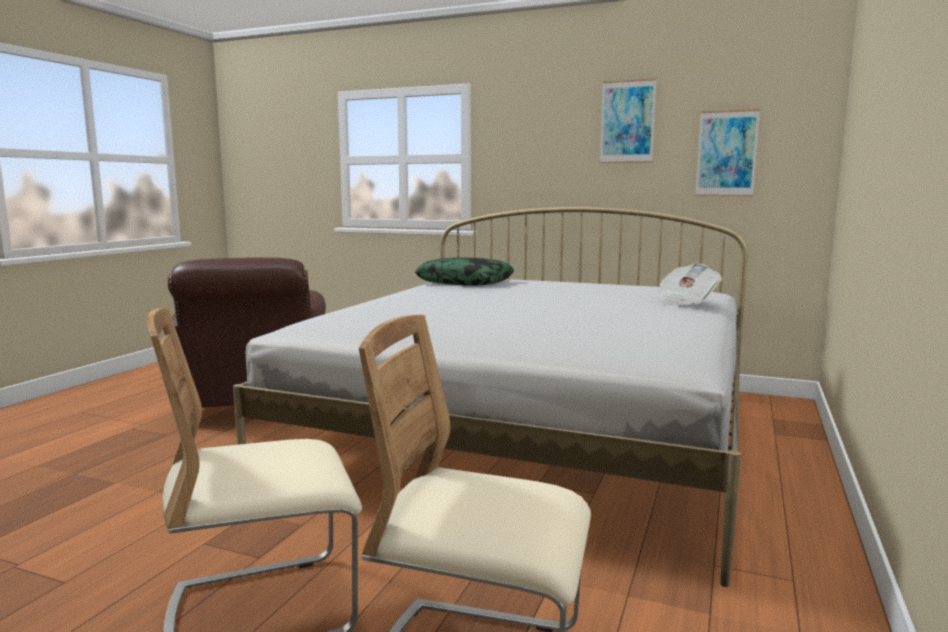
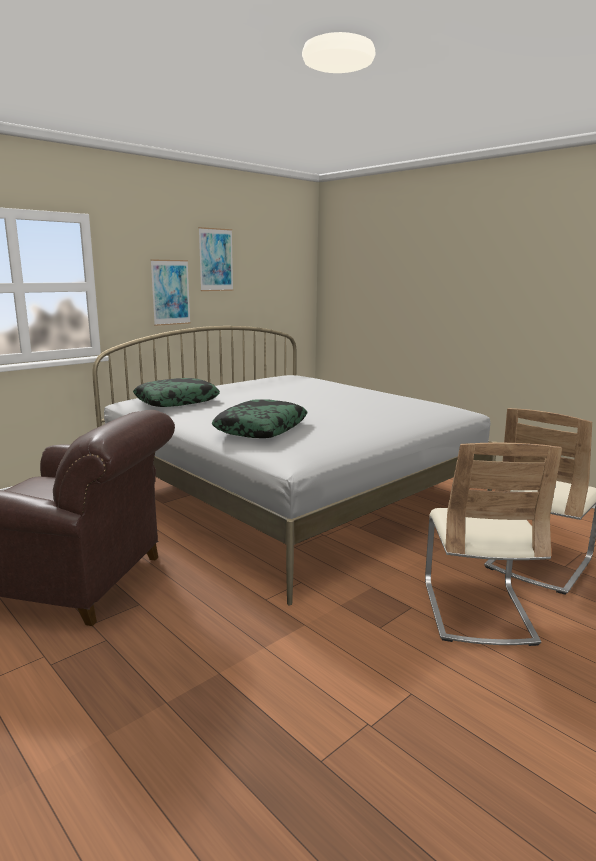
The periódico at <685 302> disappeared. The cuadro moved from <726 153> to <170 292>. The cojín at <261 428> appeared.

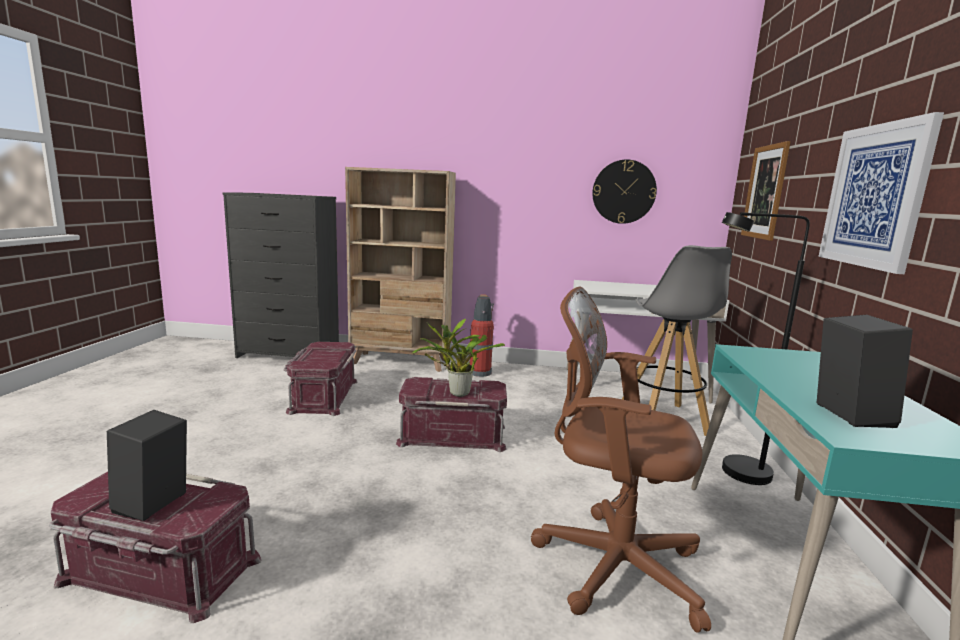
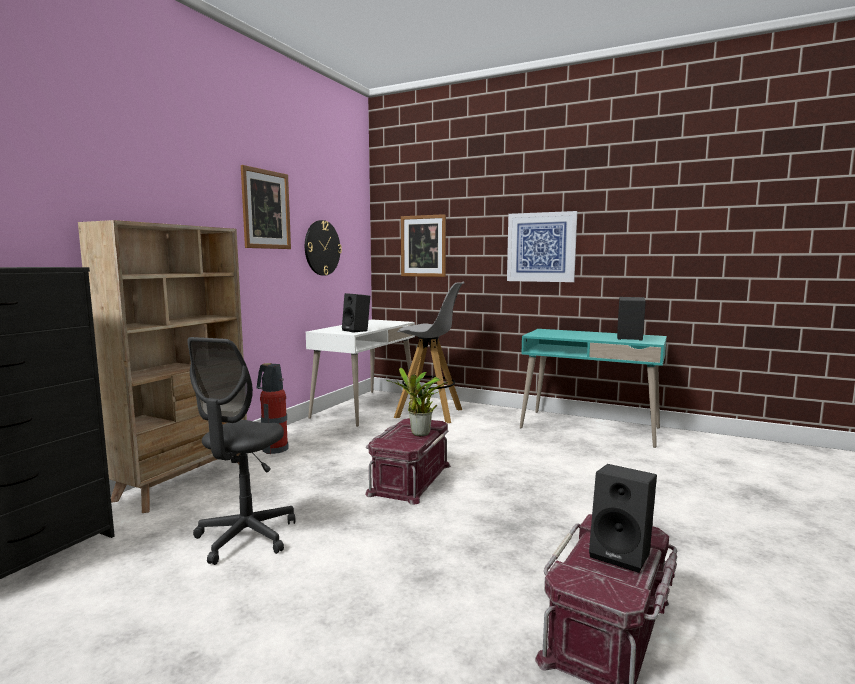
The caja de almacenaje (rojo) at <323 396> was replaced by the silla de oficina (gris) at <246 537>. The silla de oficina (marrón) at <610 564> disappeared. The lámpara de pie (negro) at <733 473> disappeared. The cuadro at <266 209> appeared. The altavoz (negro) at <357 330> appeared.

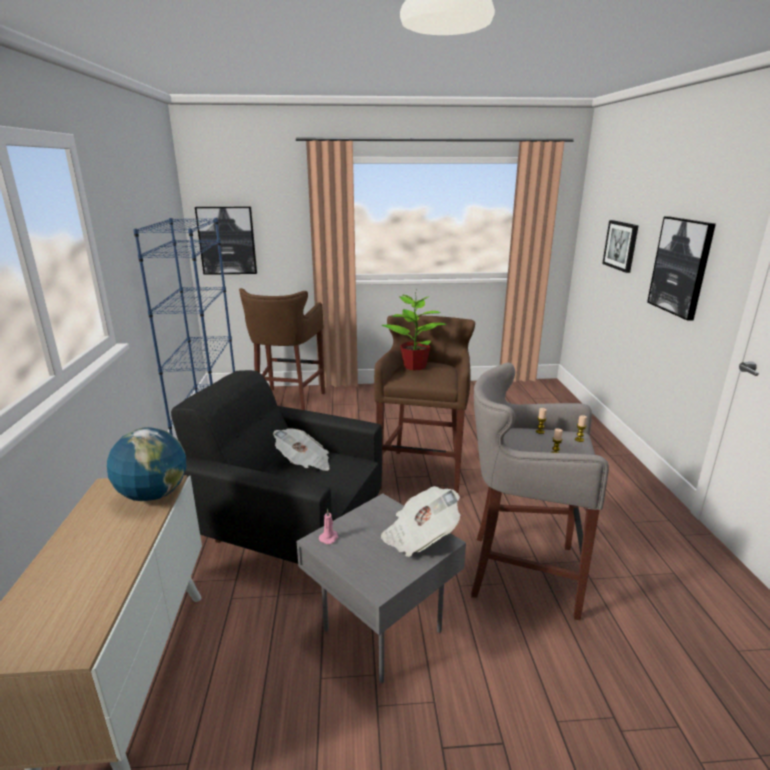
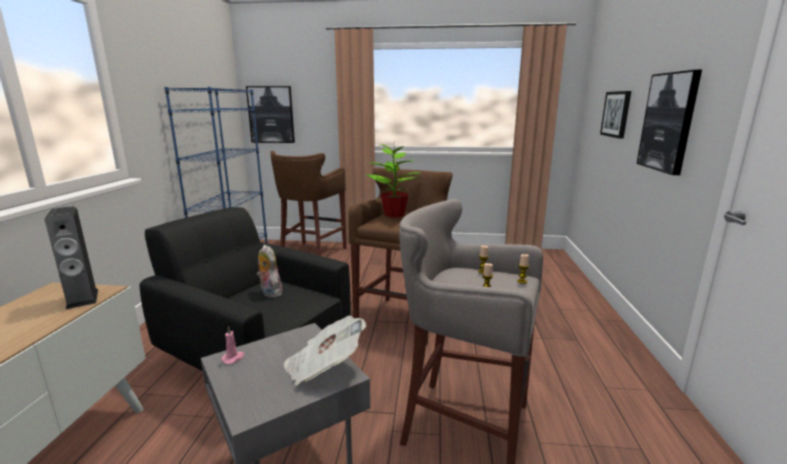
The globo terráqueo at <153 494> was replaced by the altavoz at <82 299>. The periódico at <304 463> was replaced by the peluche at <269 293>.

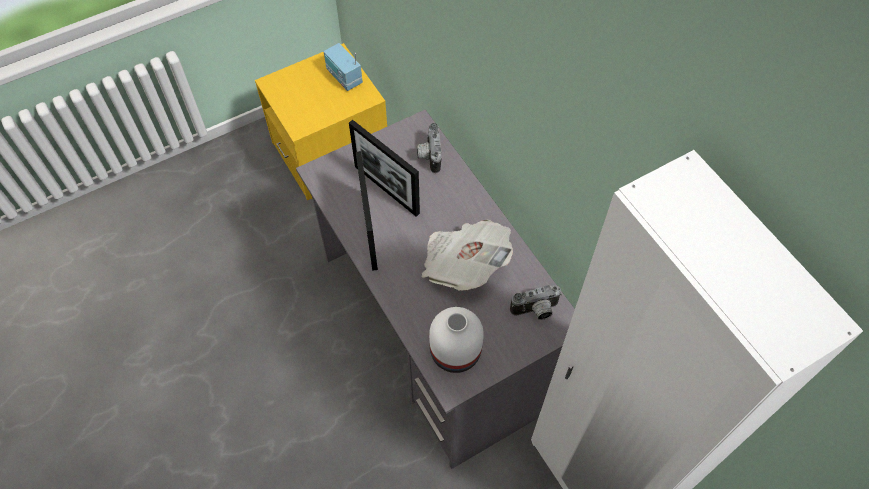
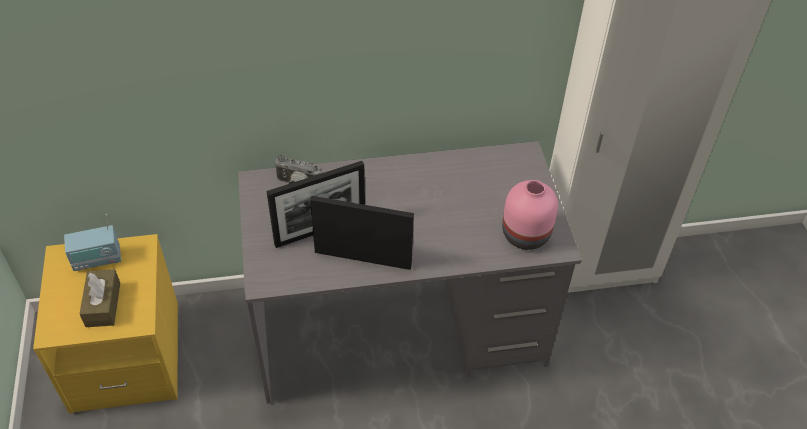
The periódico at <463 264> disappeared. The florero (blanco) at <456 352> became the florero (rosa) at <526 233>. The cámara at <536 311> disappeared. The caja de pañuelos (marrón) at <103 304> appeared.

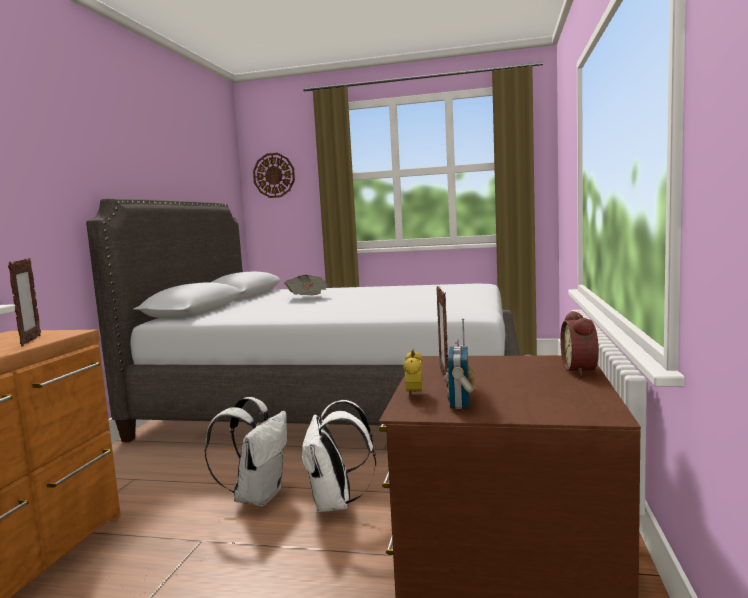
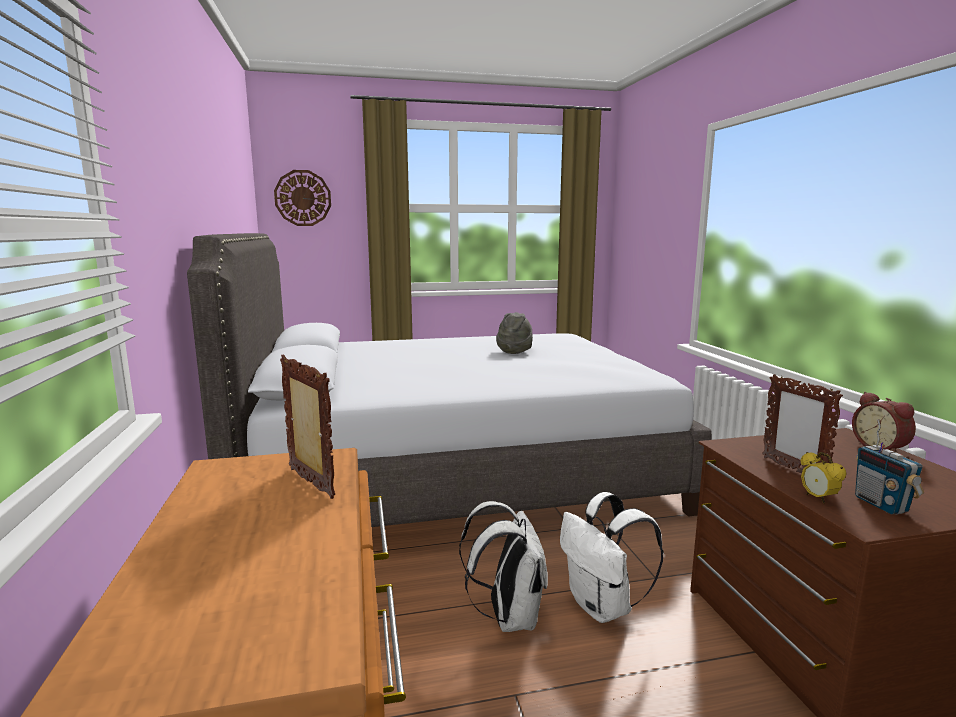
The periódico at <308 298> disappeared. The sombrero (gris) at <515 351> appeared.

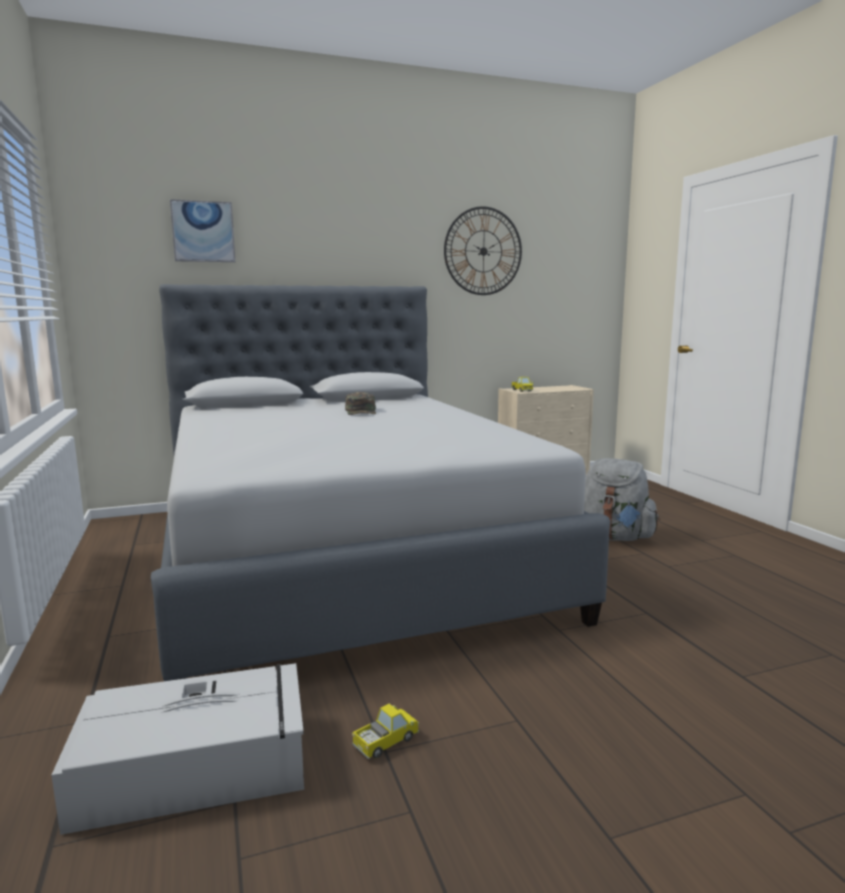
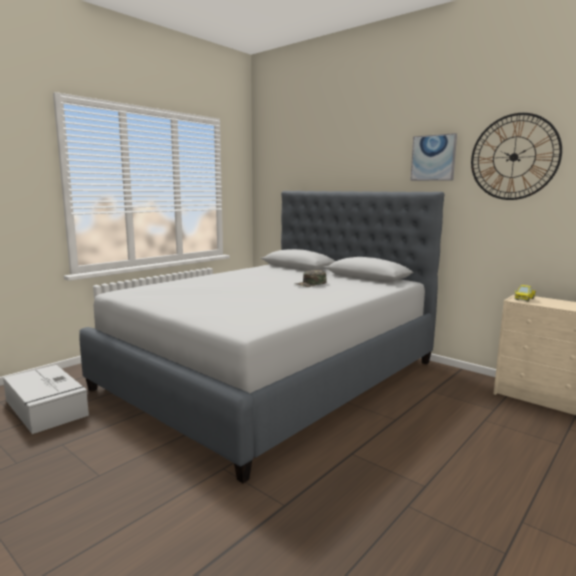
The cuadro moved from <203 231> to <433 158>. The camión de juguete at <386 742> disappeared. The mochila (gris) at <613 537> disappeared.

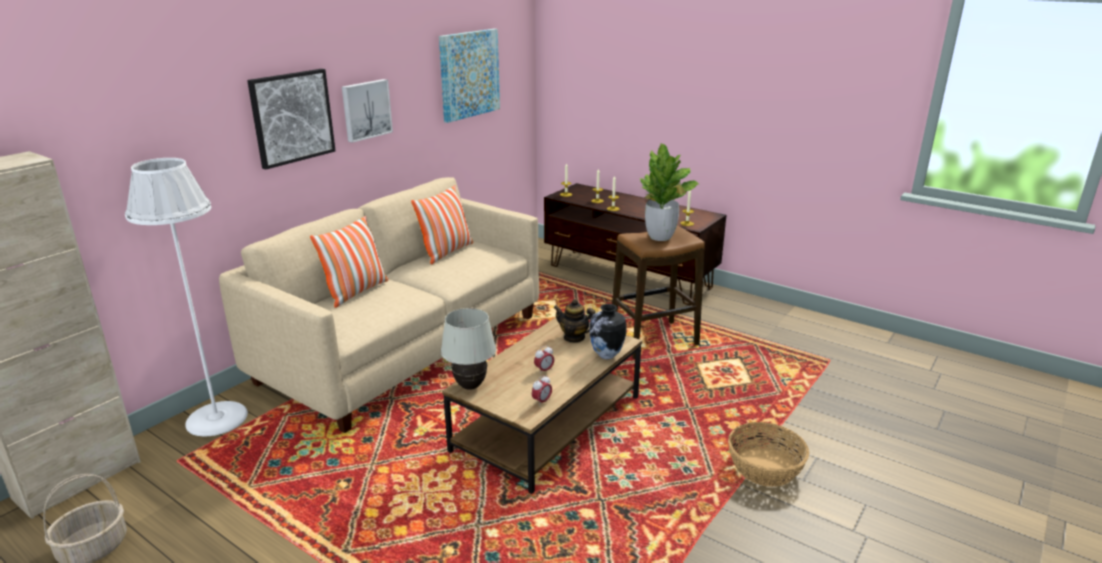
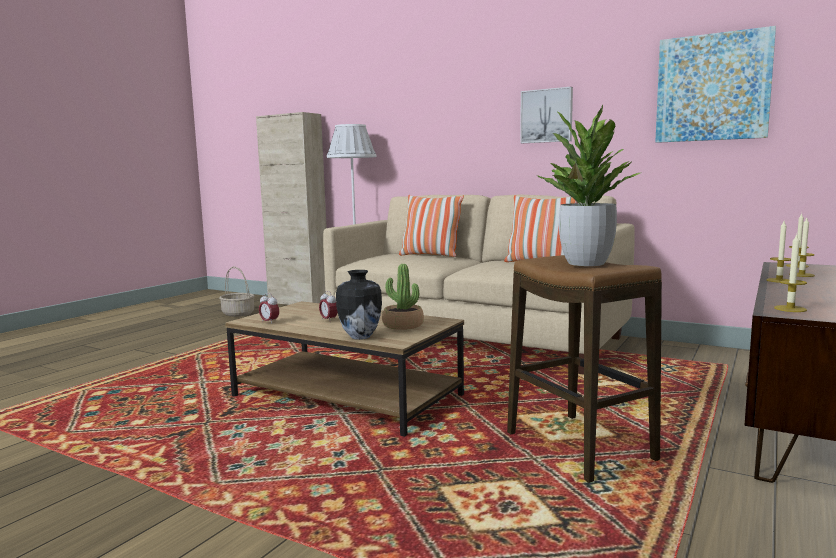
The cuadro at <292 117> disappeared. The lámpara de mesa (blanco) at <470 386> disappeared. The tetera at <574 337> was replaced by the planta en maceta at <403 325>. The cesta at <765 468> disappeared.

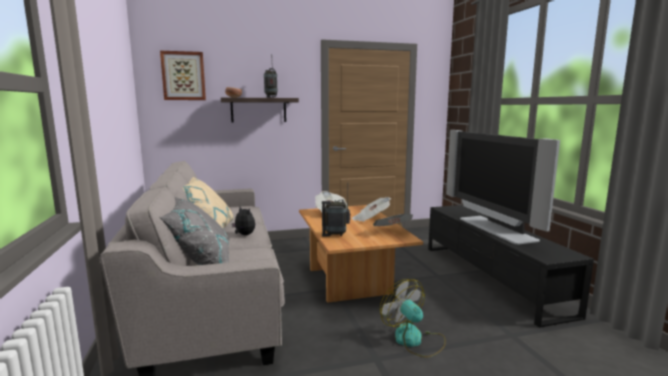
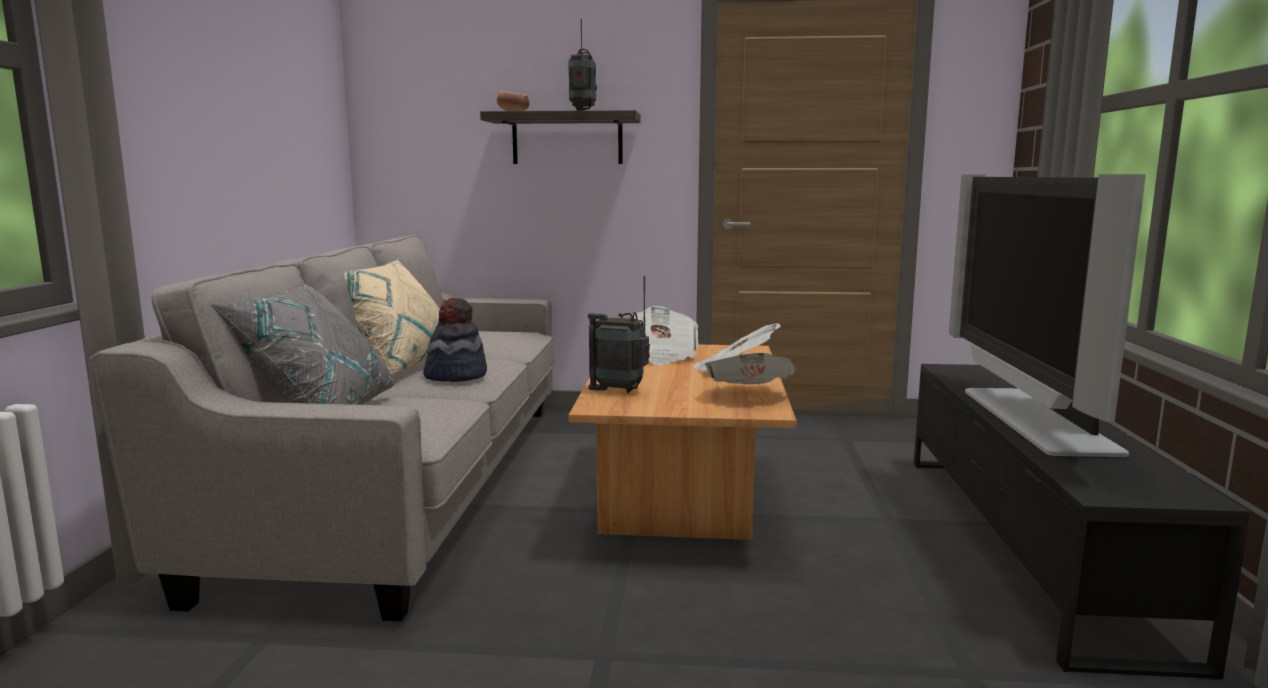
The cuadro at <183 76> disappeared. The peluche at <244 235> was replaced by the sombrero at <456 375>. The ventilador at <414 340> disappeared.

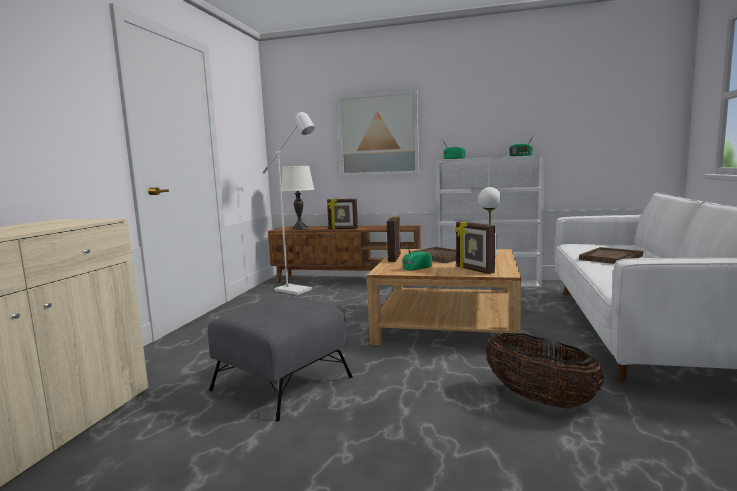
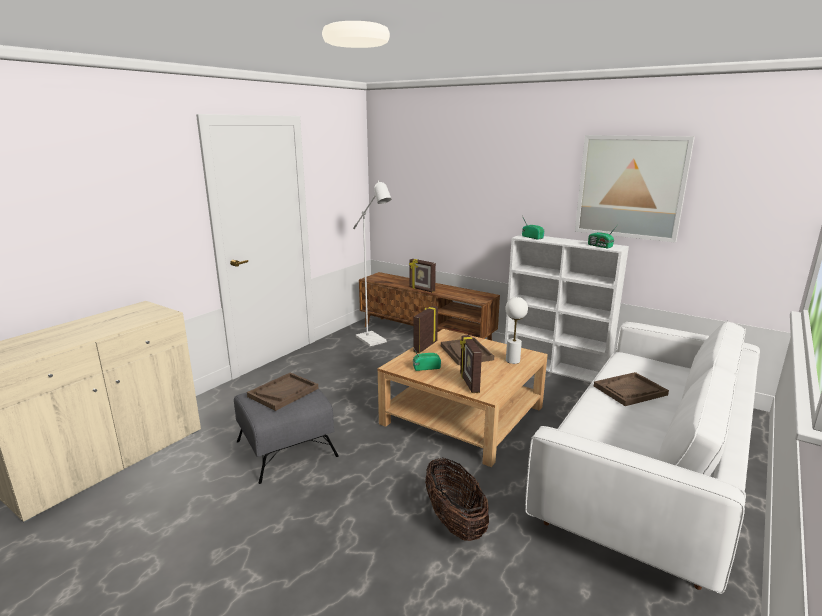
The lámpara de mesa (blanco) at <299 228> disappeared. The cuadro moved from <378 135> to <630 187>. The bandeja (marrón) at <283 392> appeared.

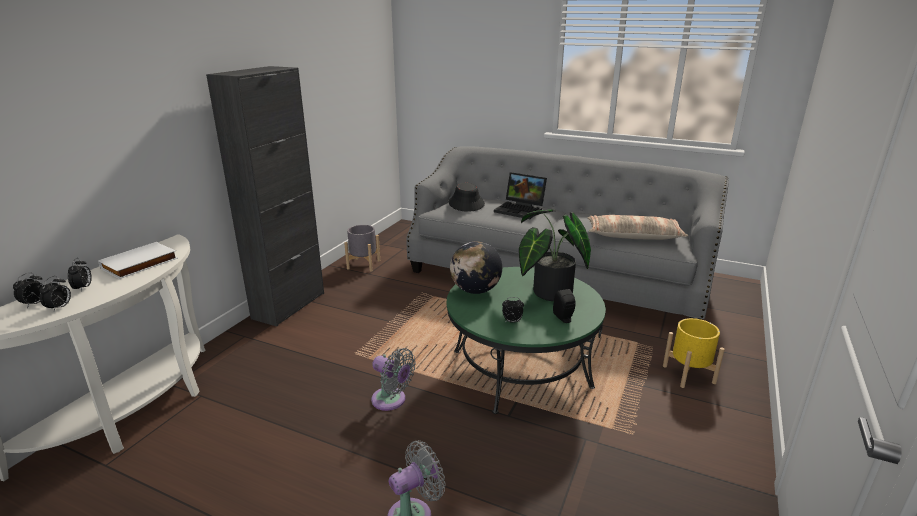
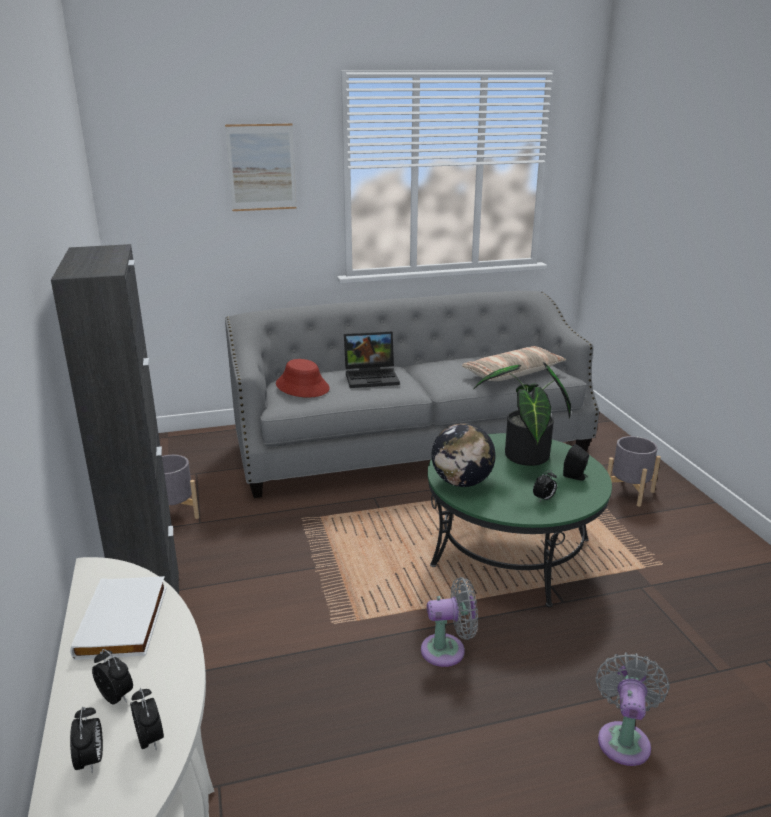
The sombrero (negro) at <466 203> became the sombrero (rojo) at <302 386>. The maceta (amarillo) at <688 374> became the maceta (gris) at <629 492>. The cuadro at <261 167> appeared.

